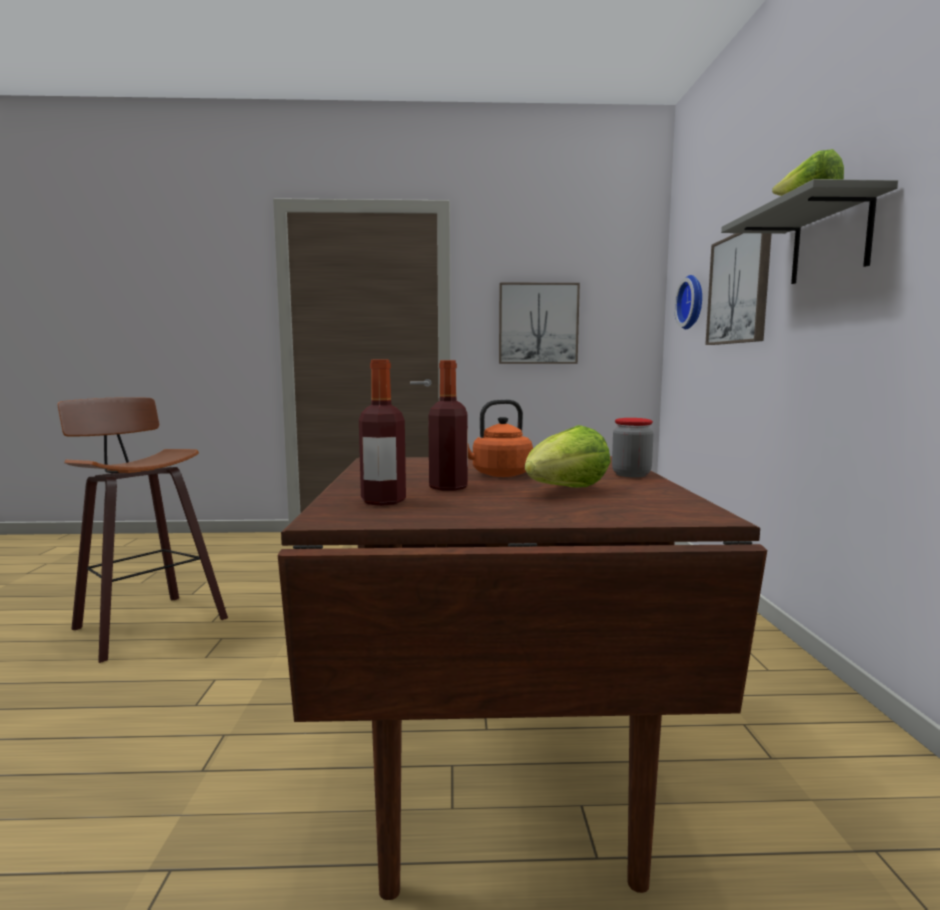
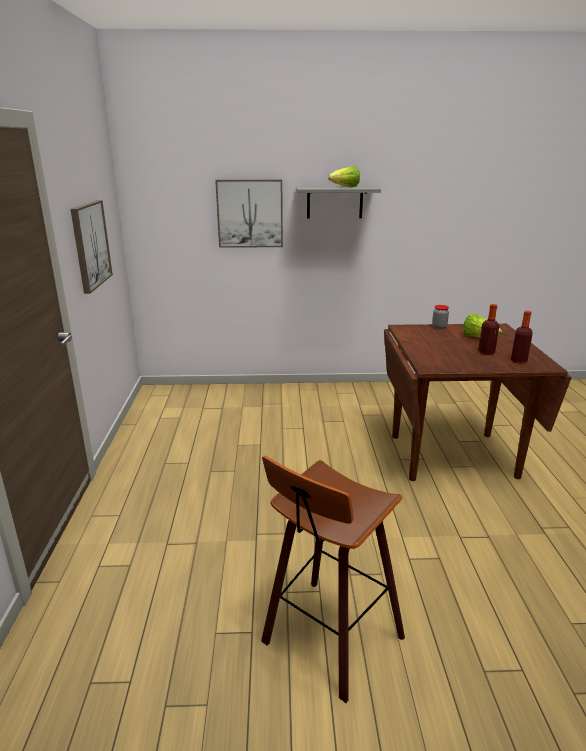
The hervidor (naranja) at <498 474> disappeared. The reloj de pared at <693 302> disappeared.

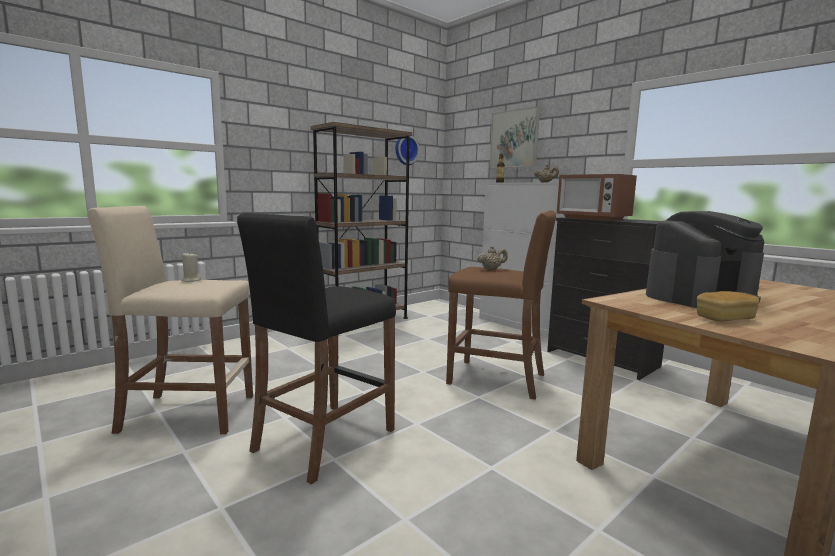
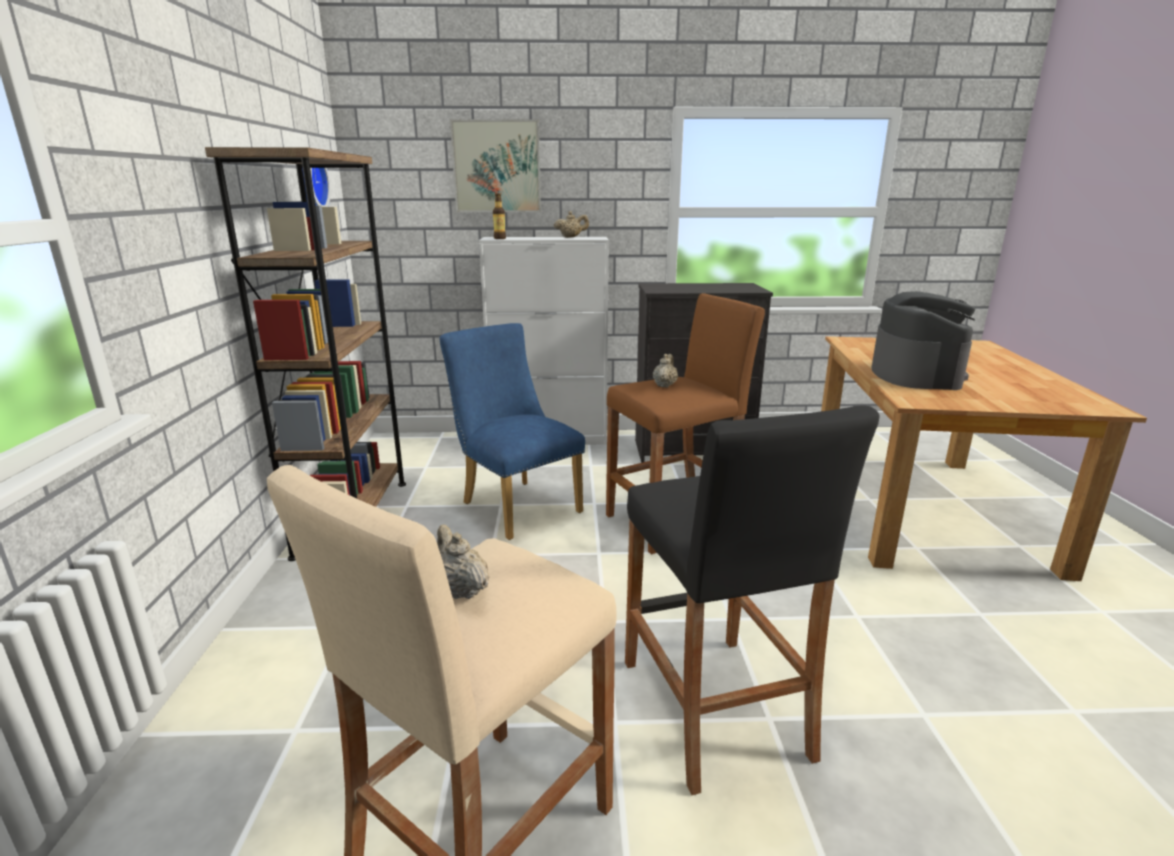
The vela (beis) at <191 280> was replaced by the tetera (beis) at <461 590>. The microondas at <593 219> disappeared. The pan at <725 319> disappeared. The silla (azul) at <515 505> appeared.

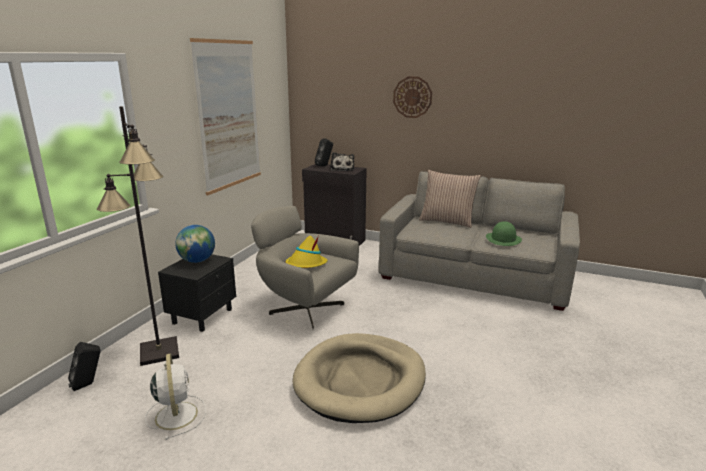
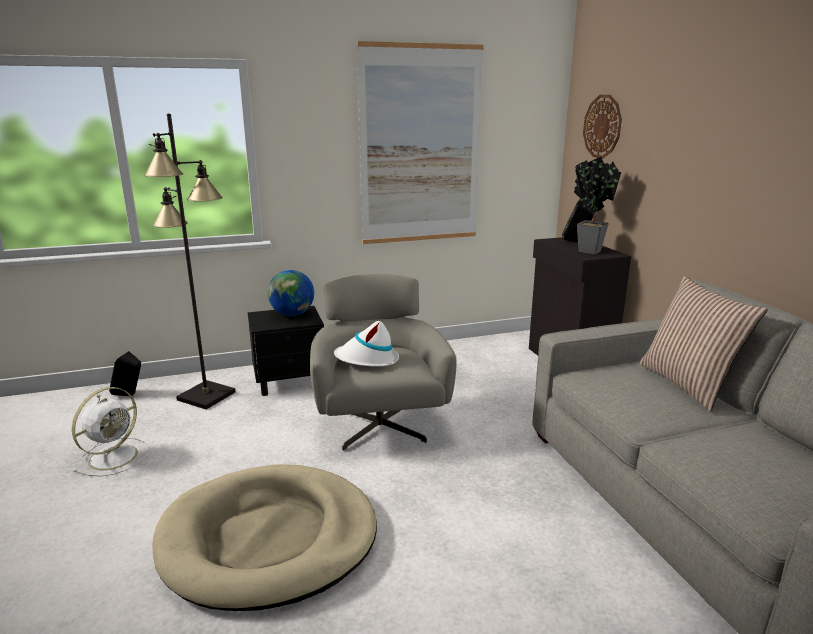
The sombrero (amarillo) at <306 264> became the sombrero (blanco) at <367 360>. The peluche at <342 169> was replaced by the planta en maceta at <586 250>. The reloj de pared moved from <412 97> to <602 126>. The sombrero (verde) at <503 239> disappeared.

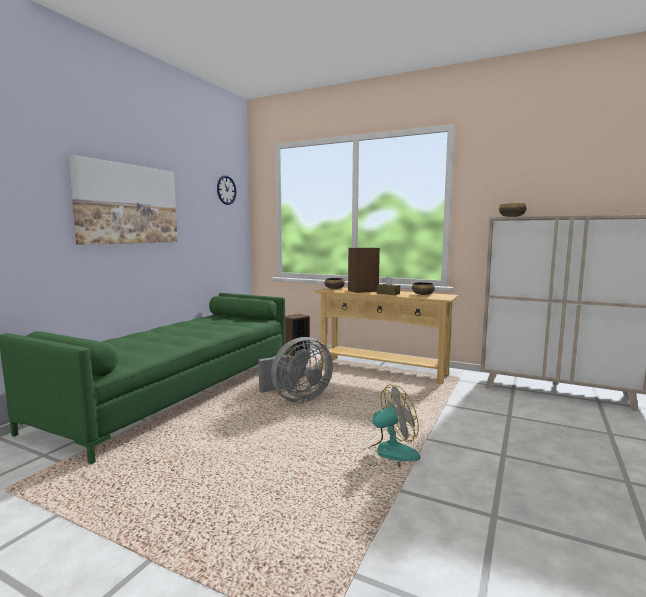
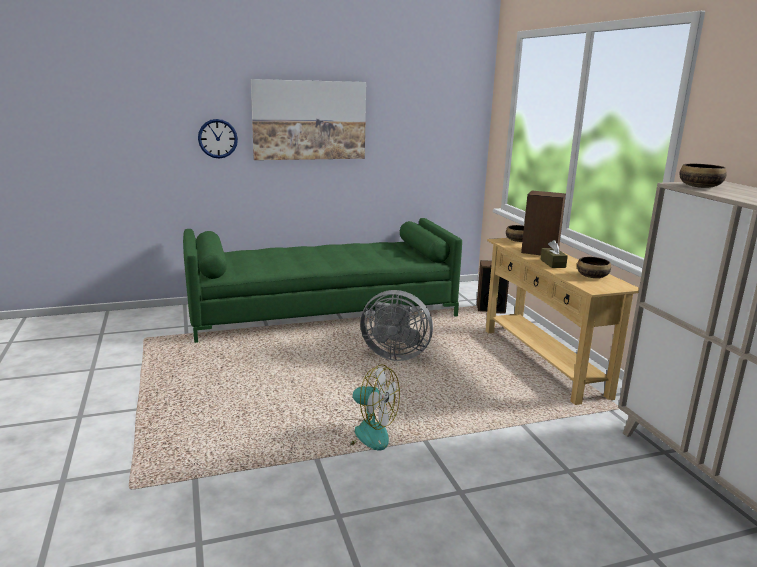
The reloj de pared moved from <226 190> to <217 138>.

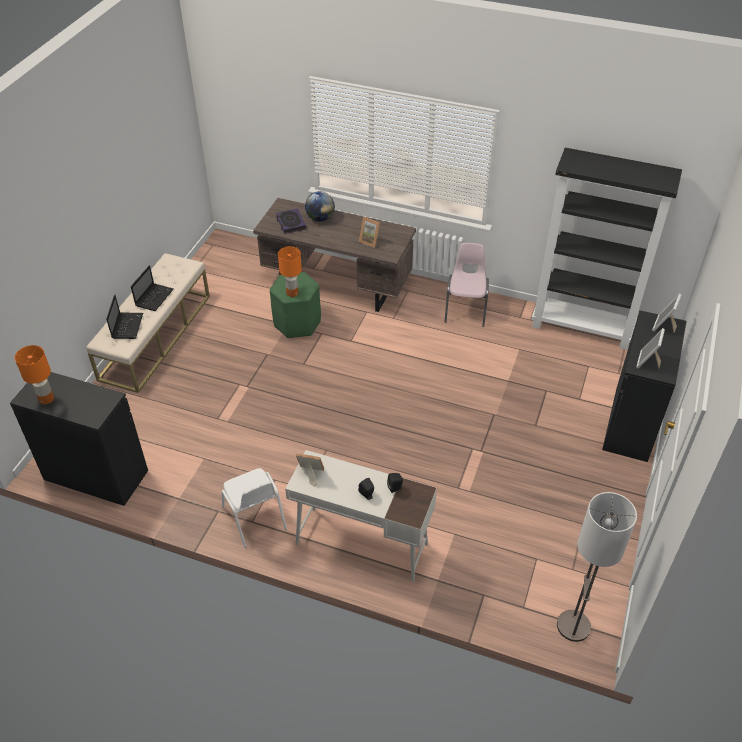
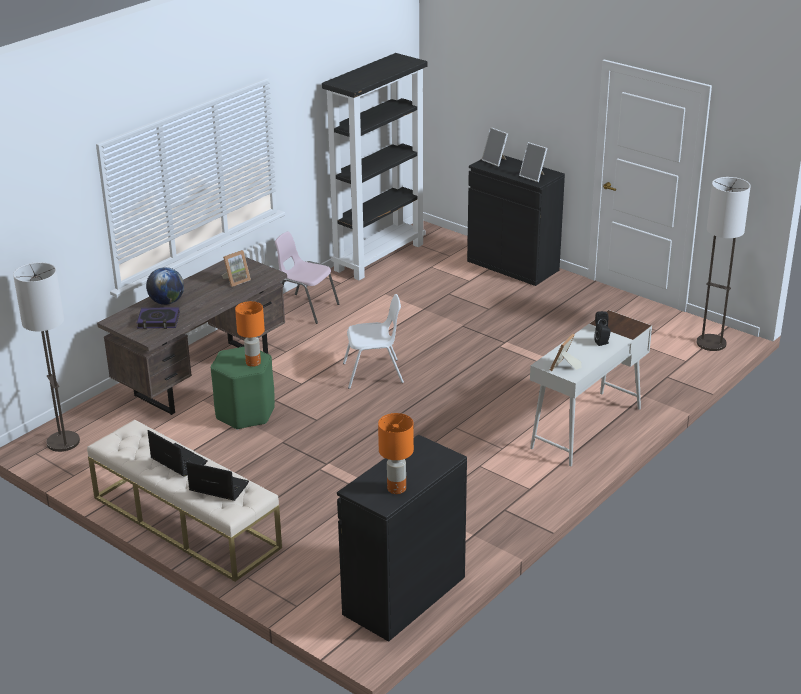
The silla (blanco) moved from <255 519> to <374 373>. The lámpara de pie at <63 442> appeared.

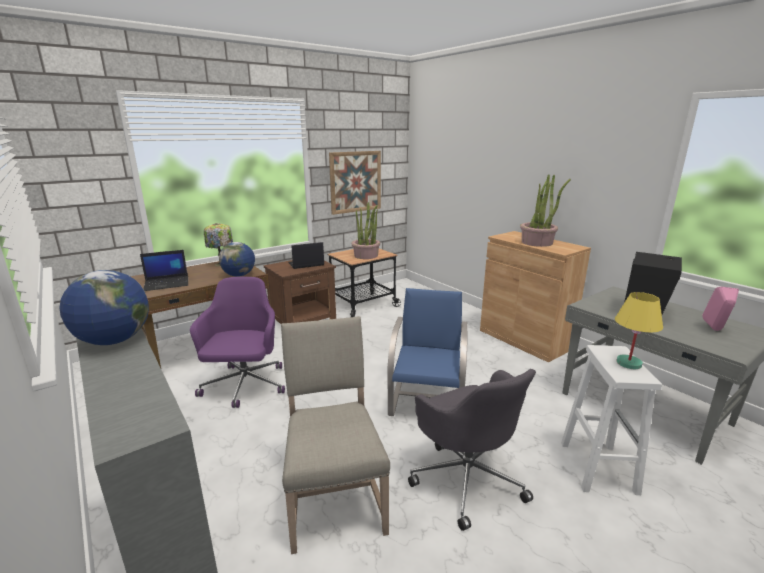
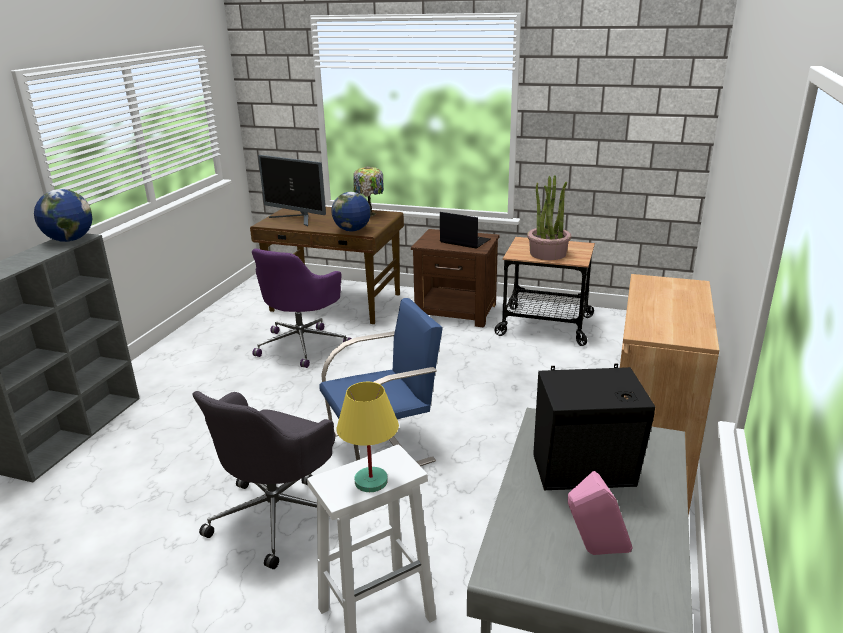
The portátil at <167 283> was replaced by the monitor at <297 219>. The silla de oficina (morado) at <245 386> turned 150 degrees clockwise. The silla (beis) at <334 498> disappeared. The cuadro at <355 182> disappeared. The planta en maceta at <537 242> disappeared.

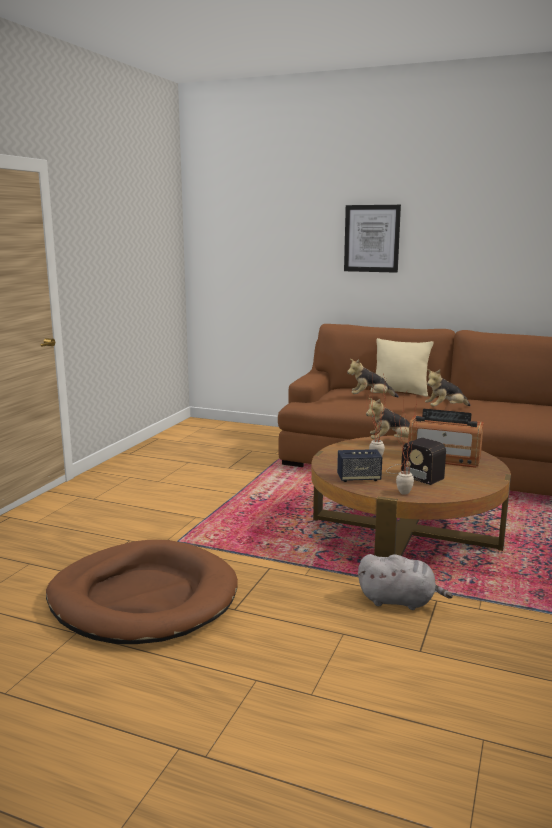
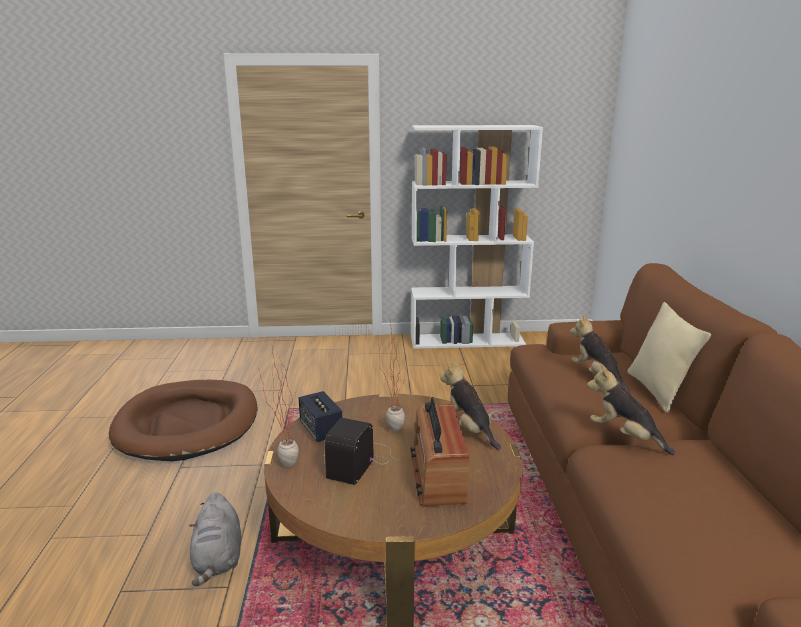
The cuadro at <372 238> disappeared. The estantería (blanco) at <467 340> appeared.

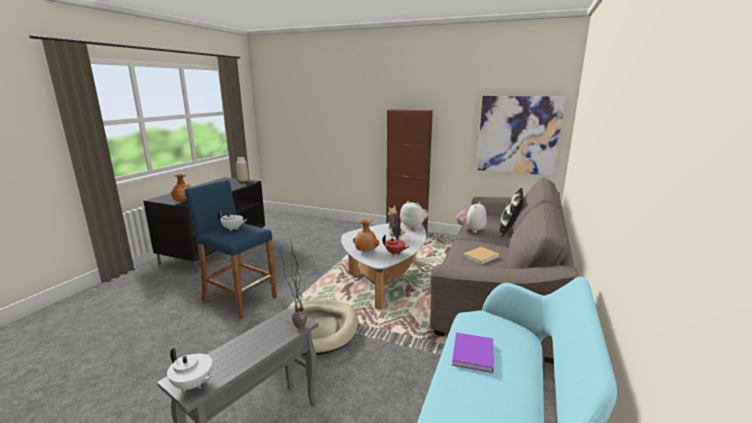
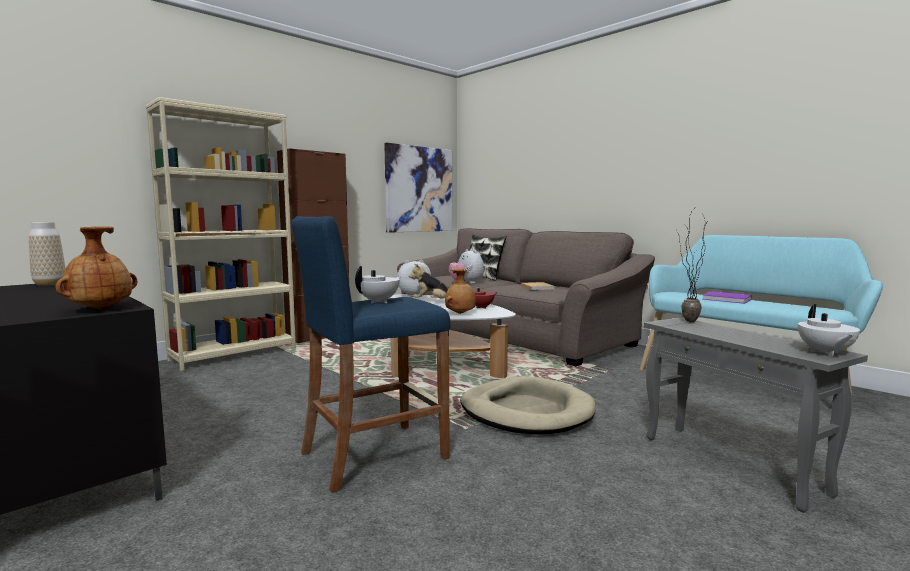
The tetera (blanco) at <193 385> turned 135 degrees clockwise. The estantería (beis) at <234 354> appeared.

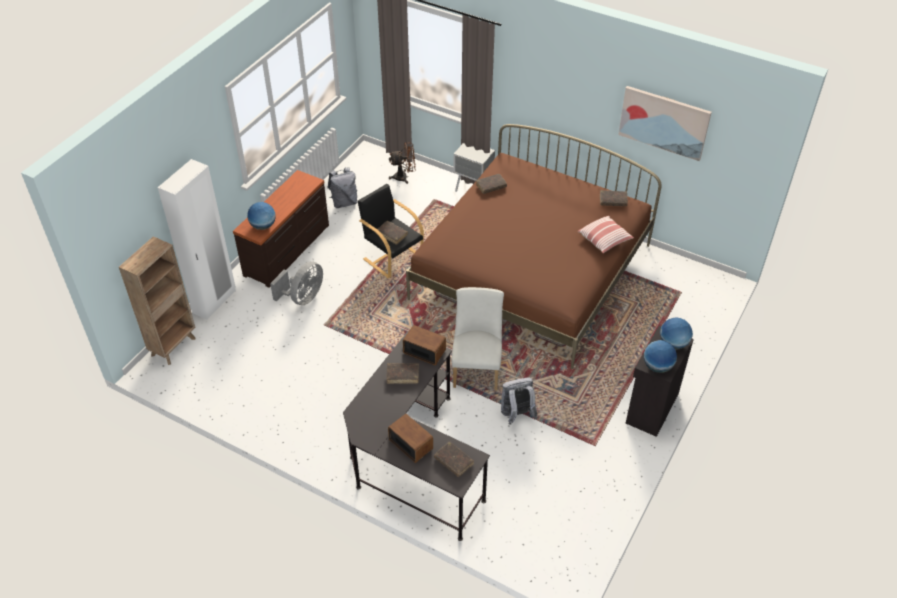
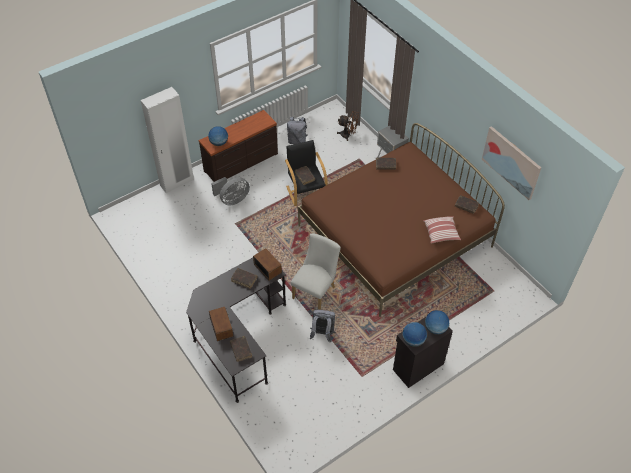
The estantería (marrón) at <174 346> disappeared.

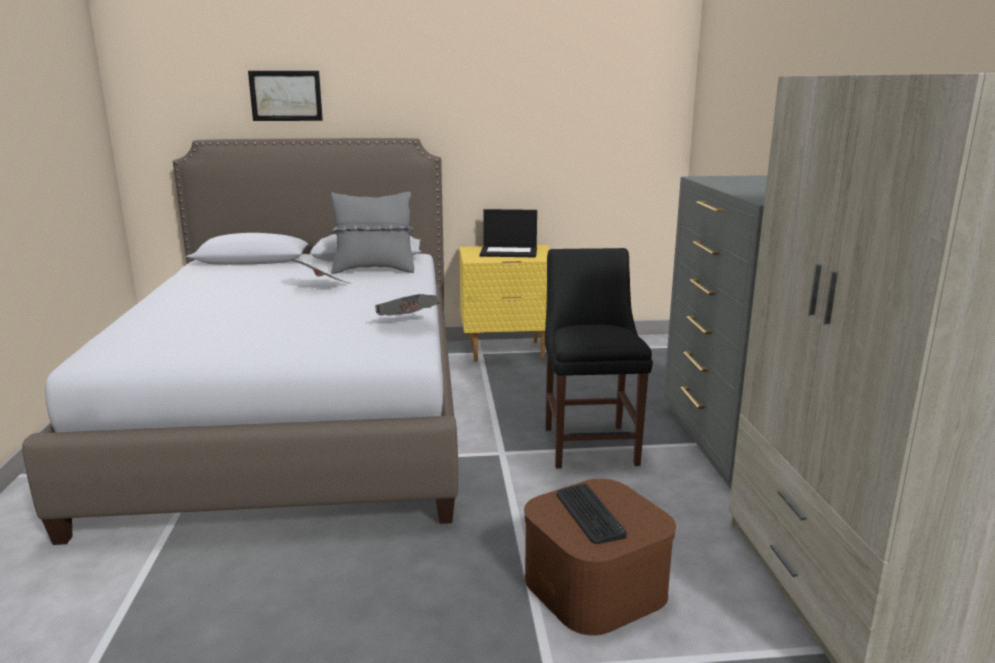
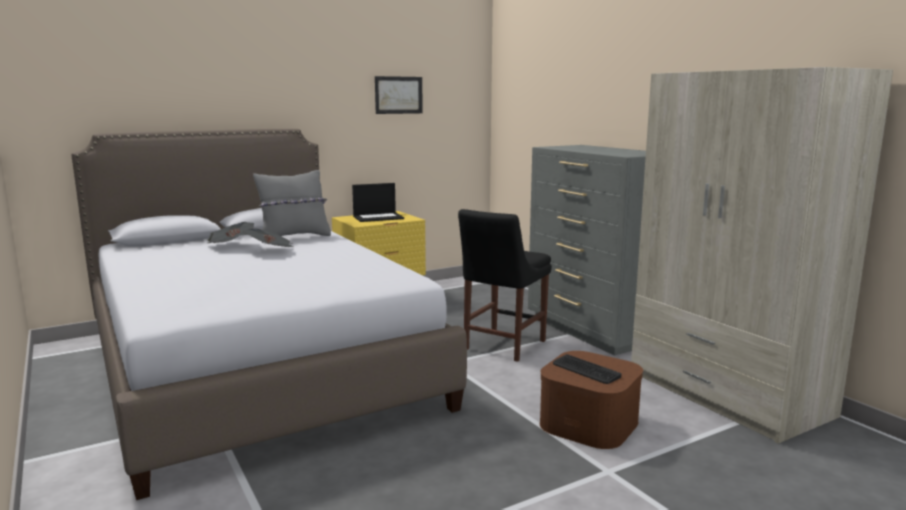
The cuadro moved from <286 96> to <398 95>. The periódico moved from <407 323> to <231 246>. The silla (negro) at <589 443> turned 120 degrees counterclockwise.

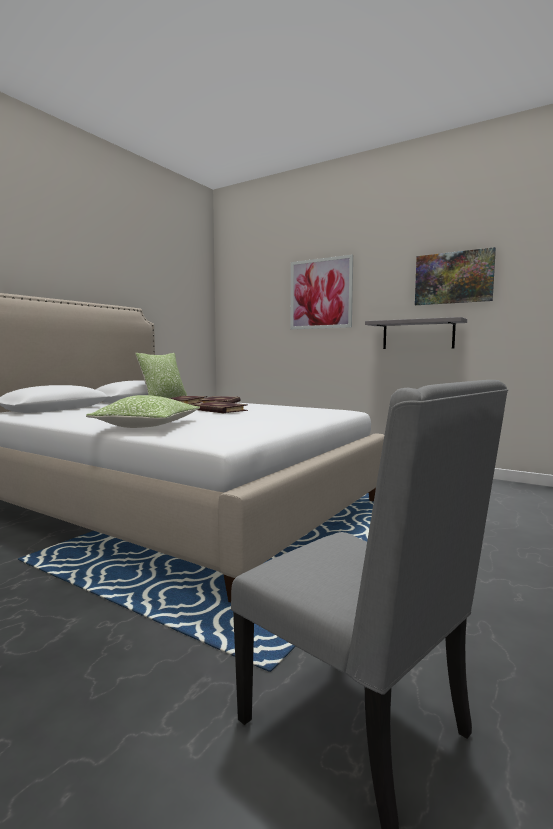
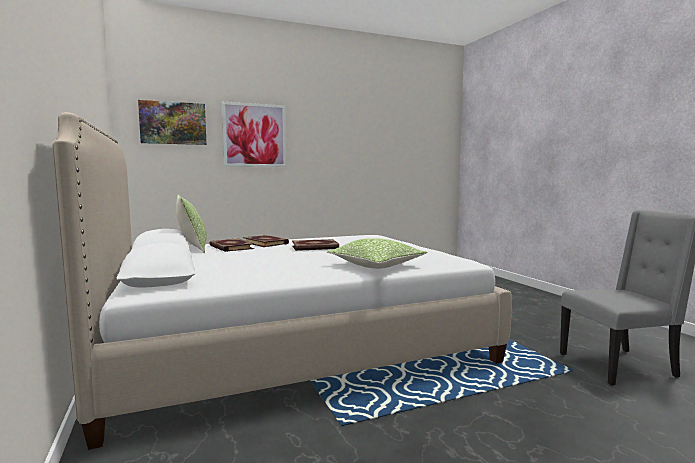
The estante (gris) at <418 334> disappeared. The cuadro moved from <453 278> to <173 123>.

